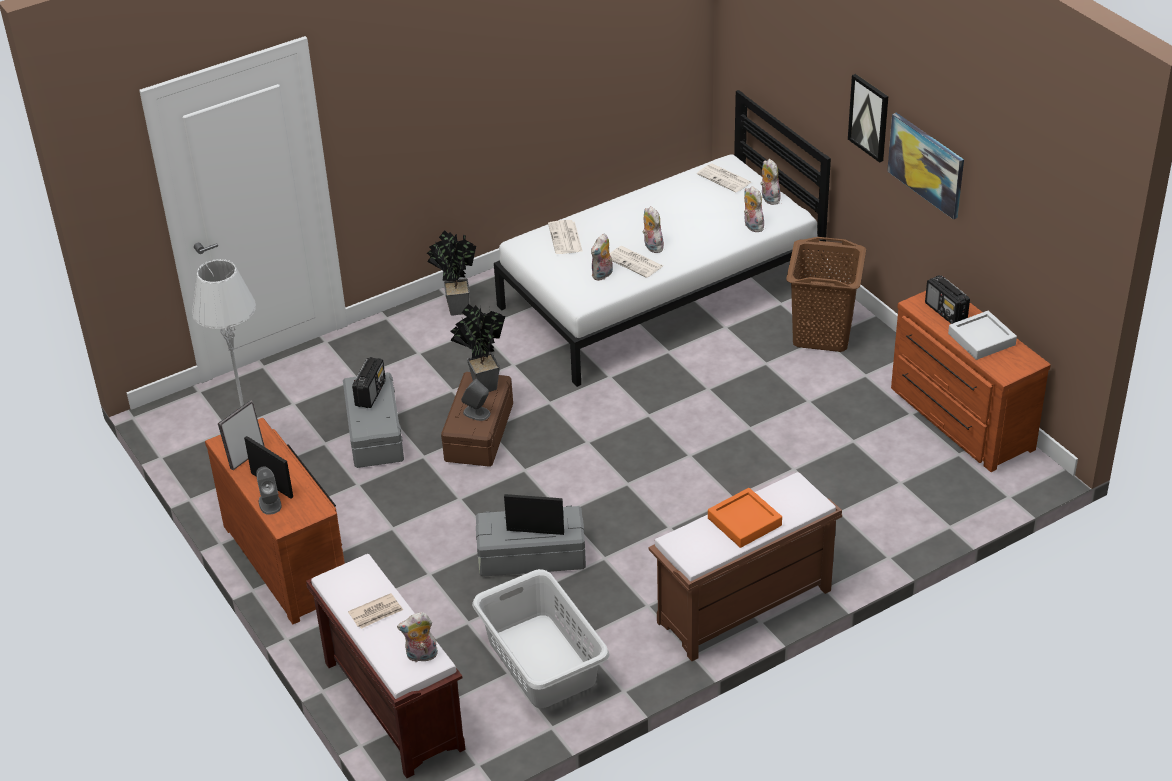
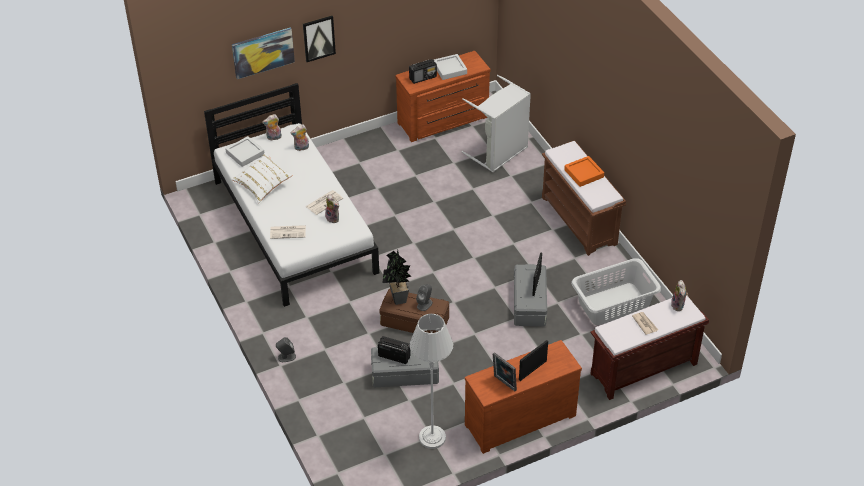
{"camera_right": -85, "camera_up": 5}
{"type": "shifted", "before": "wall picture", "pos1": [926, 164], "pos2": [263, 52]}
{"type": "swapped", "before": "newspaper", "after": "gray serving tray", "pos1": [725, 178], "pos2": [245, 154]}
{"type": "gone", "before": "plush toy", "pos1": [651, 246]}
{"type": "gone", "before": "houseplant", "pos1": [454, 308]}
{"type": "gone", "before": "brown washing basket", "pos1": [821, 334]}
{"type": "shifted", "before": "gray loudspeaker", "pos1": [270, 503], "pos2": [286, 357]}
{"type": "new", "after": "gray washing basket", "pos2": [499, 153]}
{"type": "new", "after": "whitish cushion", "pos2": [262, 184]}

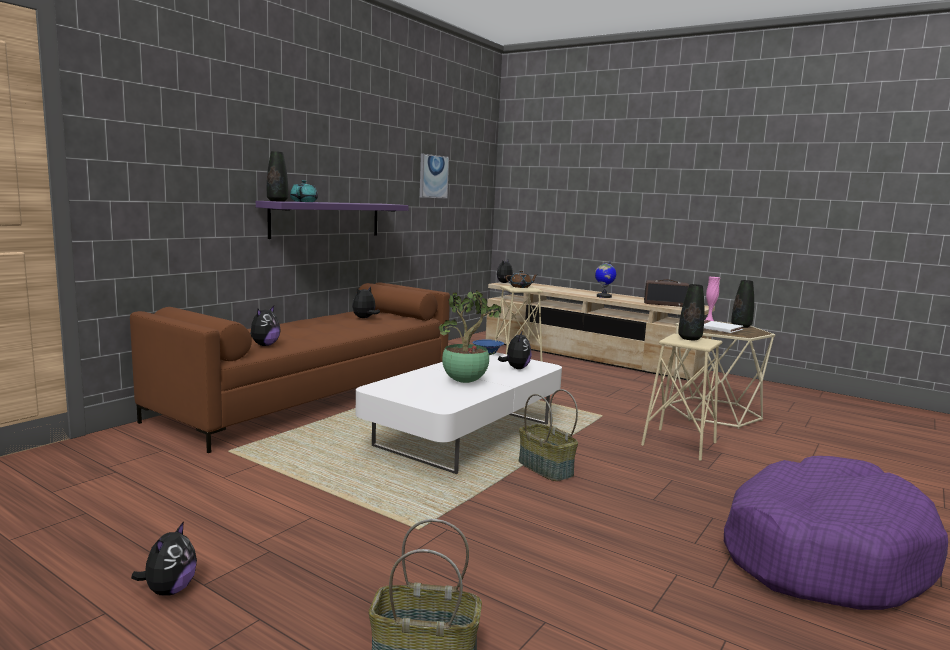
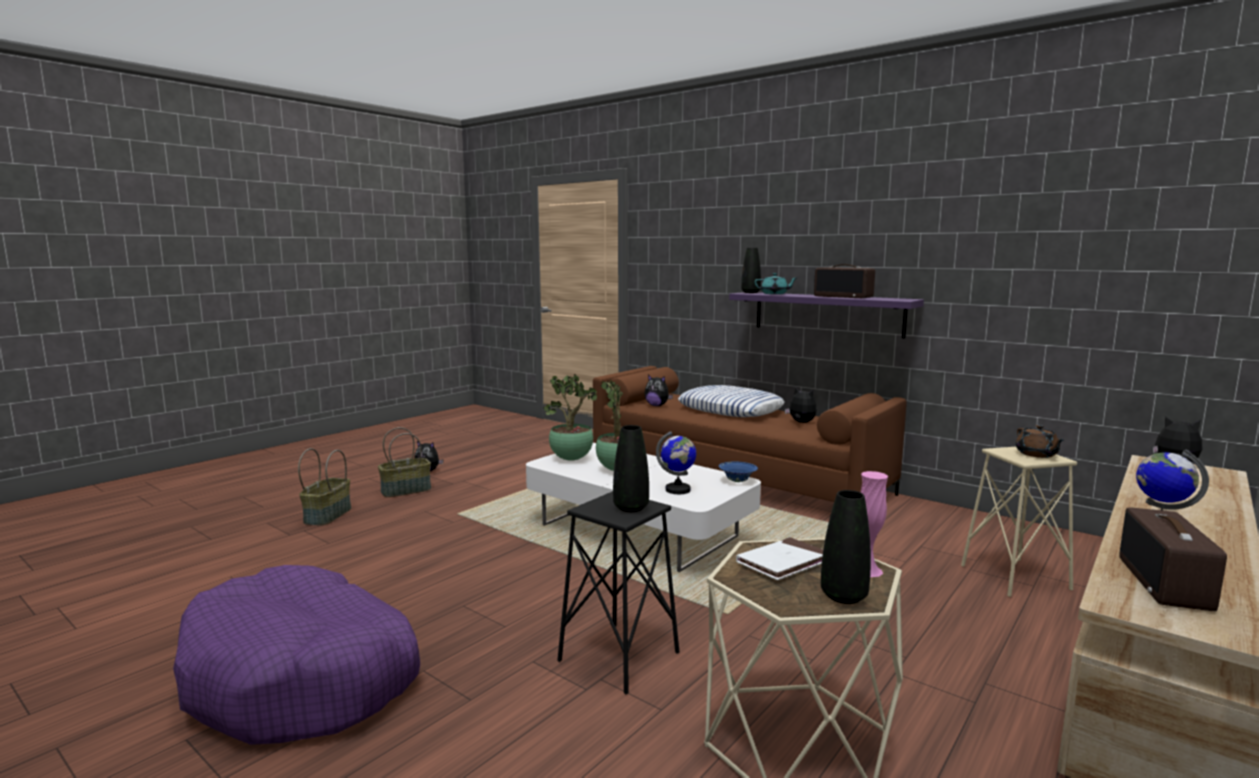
{"camera_right": 95, "camera_up": 0}
{"type": "gone", "before": "wall picture", "pos1": [433, 176]}
{"type": "swapped", "before": "plush toy", "after": "world globe", "pos1": [516, 368], "pos2": [678, 490]}
{"type": "repainted", "before": "beige-coloured stool", "after": "black stool", "pos1": [679, 444], "pos2": [619, 657]}
{"type": "shifted", "before": "storage basket", "pos1": [544, 468], "pos2": [406, 490]}
{"type": "new", "after": "radio", "pos2": [844, 296]}
{"type": "new", "after": "houseplant", "pos2": [572, 459]}
{"type": "new", "after": "cushion", "pos2": [730, 409]}

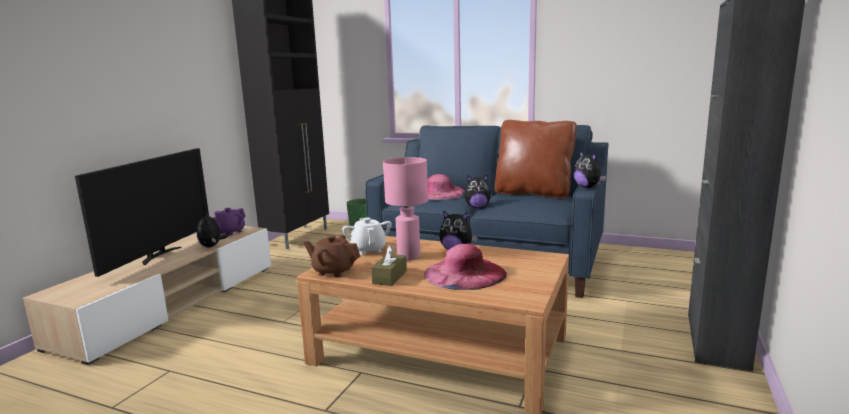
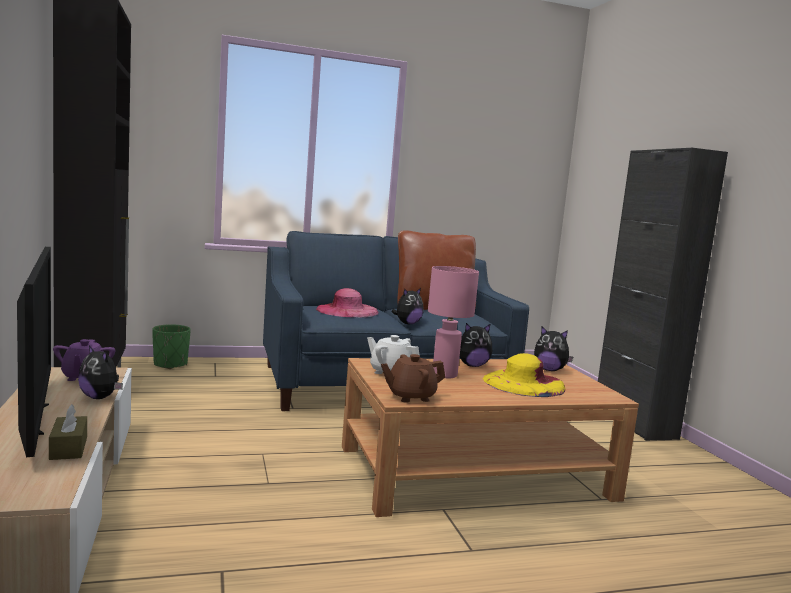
{"camera_right": -40, "camera_up": -5}
{"type": "shifted", "before": "plush toy", "pos1": [588, 187], "pos2": [549, 370]}
{"type": "repainted", "before": "pink clothing hat", "after": "yellow clothing hat", "pos1": [464, 273], "pos2": [524, 383]}
{"type": "shifted", "before": "brown box of tissues", "pos1": [390, 277], "pos2": [68, 448]}

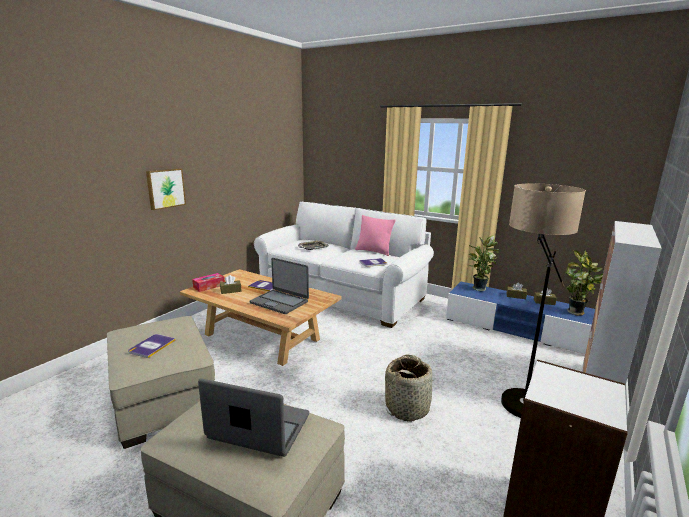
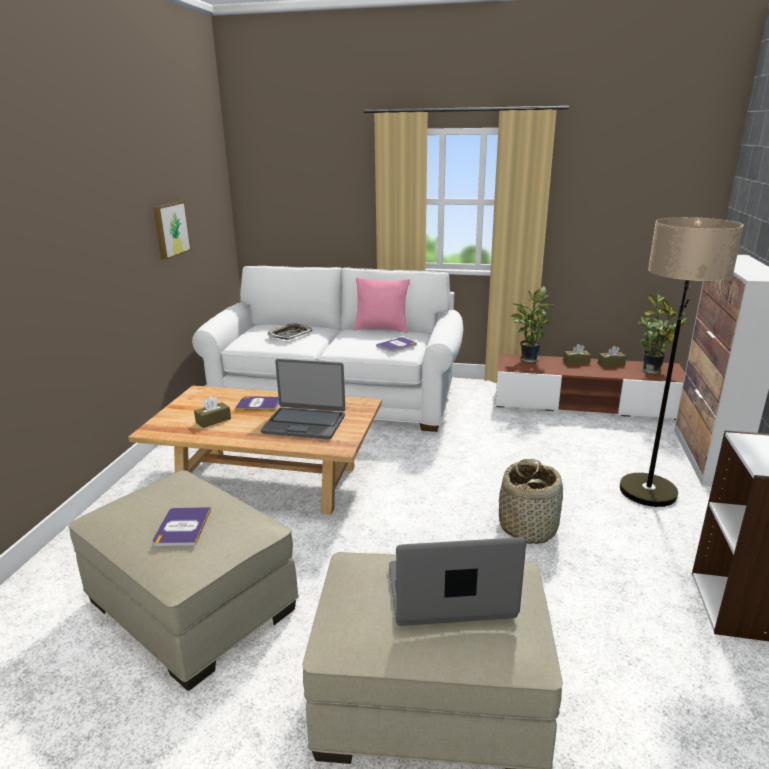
{"camera_right": -20, "camera_up": 5}
{"type": "shifted", "before": "wall picture", "pos1": [165, 188], "pos2": [170, 229]}
{"type": "gone", "before": "box of tissues", "pos1": [209, 286]}
{"type": "repainted", "before": "blue tv unit", "after": "brown tv unit", "pos1": [519, 329], "pos2": [584, 403]}

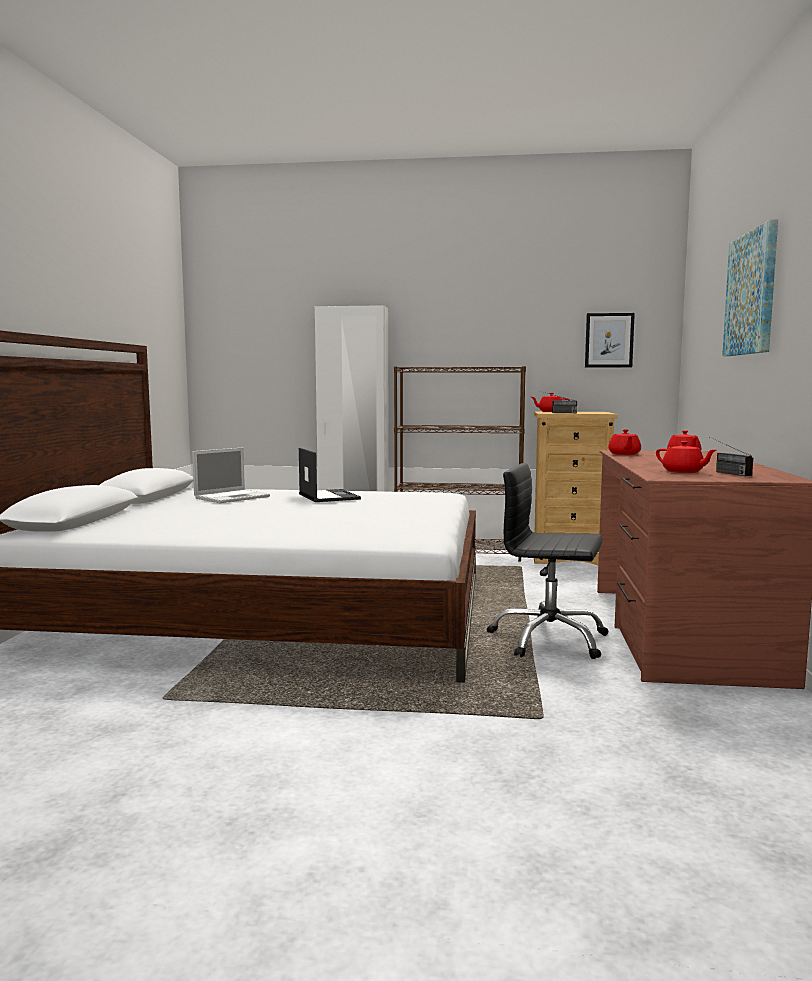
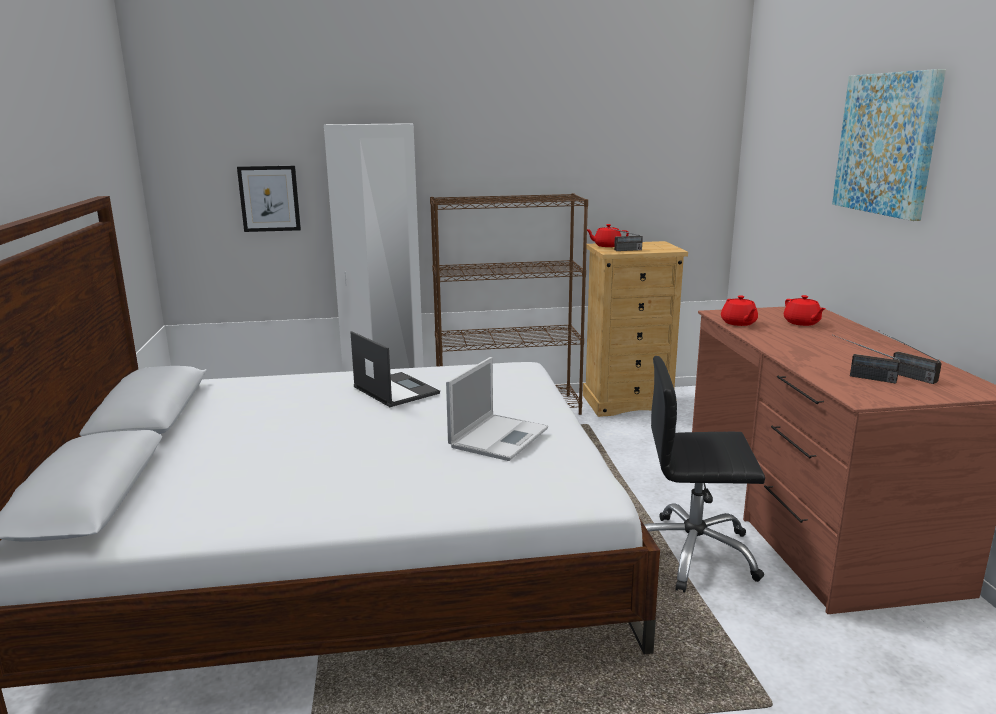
{"camera_right": -15, "camera_up": 10}
{"type": "shifted", "before": "wall picture", "pos1": [609, 340], "pos2": [269, 198]}
{"type": "swapped", "before": "reddish teapot", "after": "radio", "pos1": [683, 472], "pos2": [860, 376]}
{"type": "shifted", "before": "laptop", "pos1": [233, 497], "pos2": [499, 437]}

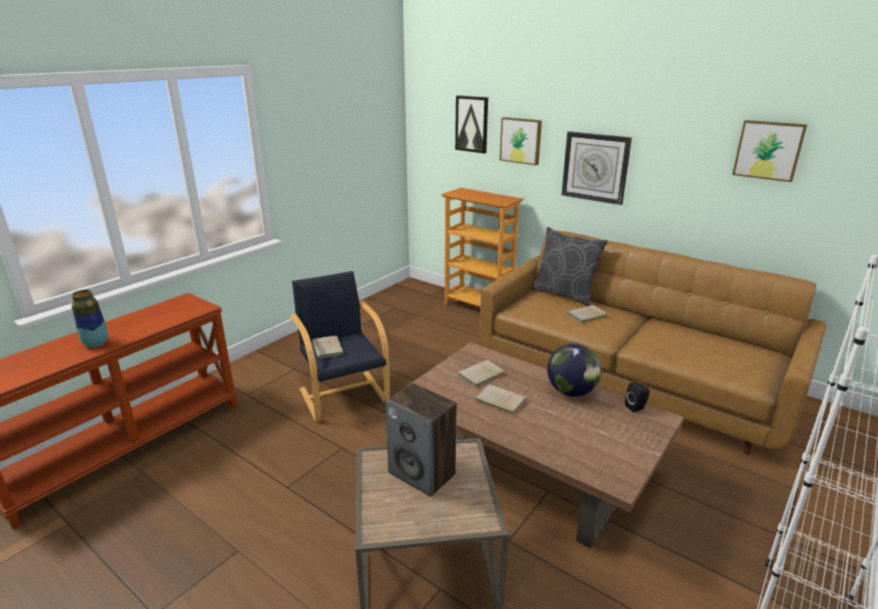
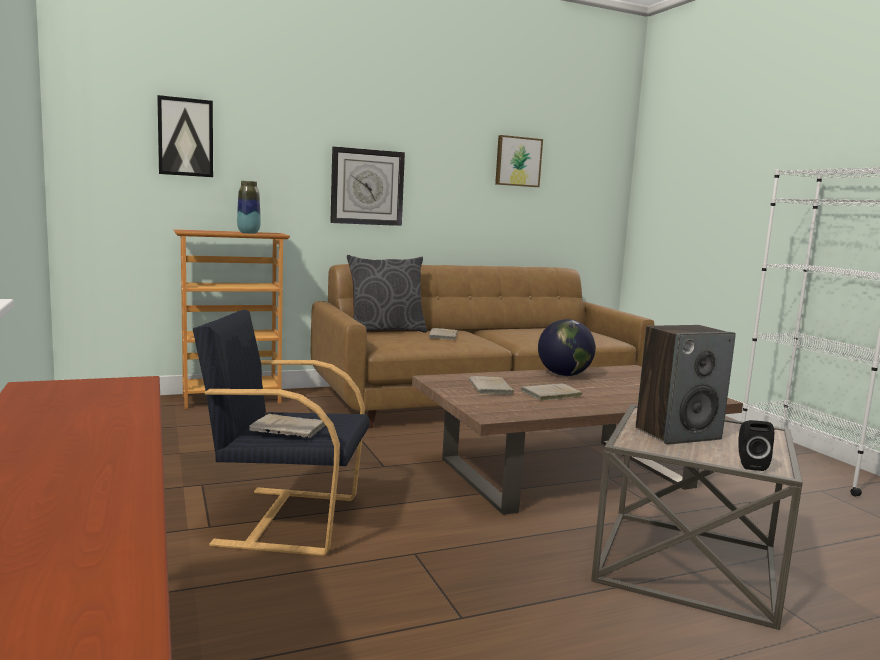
{"camera_right": -60, "camera_up": -15}
{"type": "gone", "before": "wall picture", "pos1": [521, 140]}
{"type": "shifted", "before": "decorative vase", "pos1": [96, 344], "pos2": [248, 233]}
{"type": "shifted", "before": "black loudspeaker", "pos1": [636, 407], "pos2": [750, 465]}

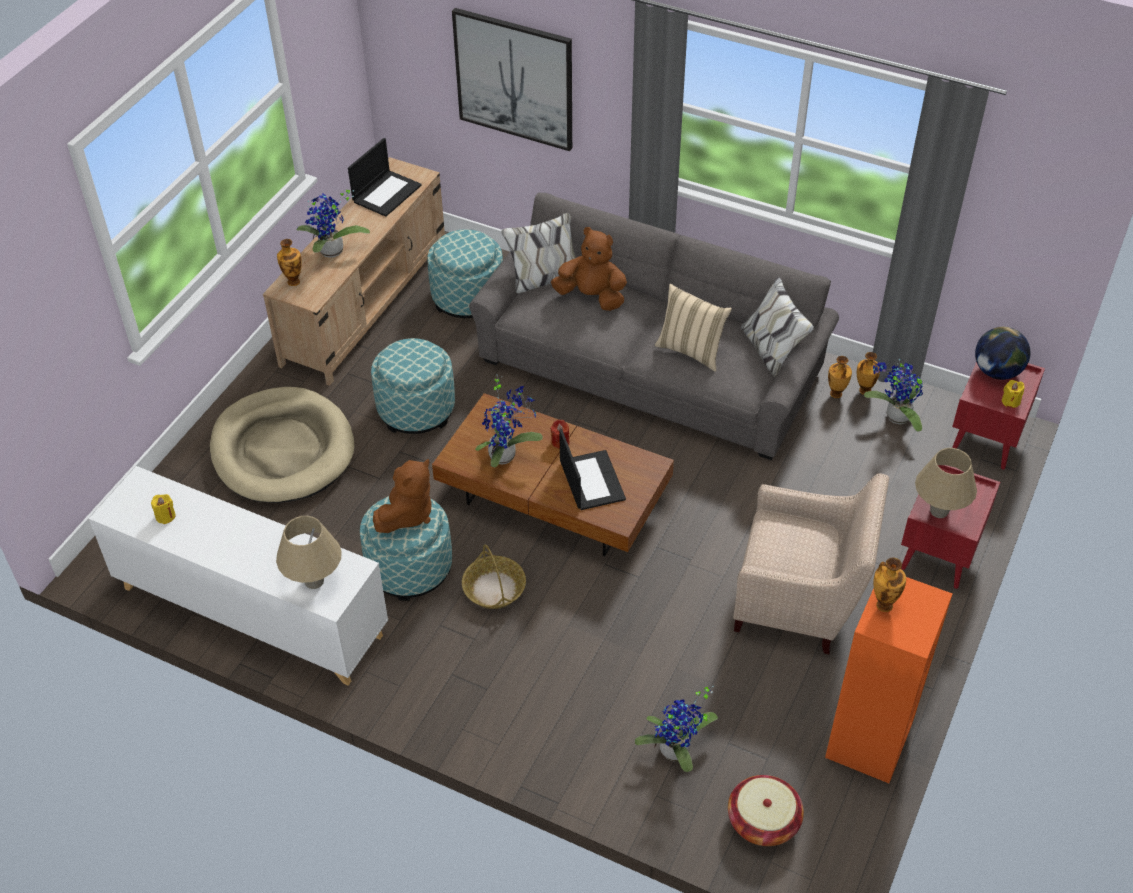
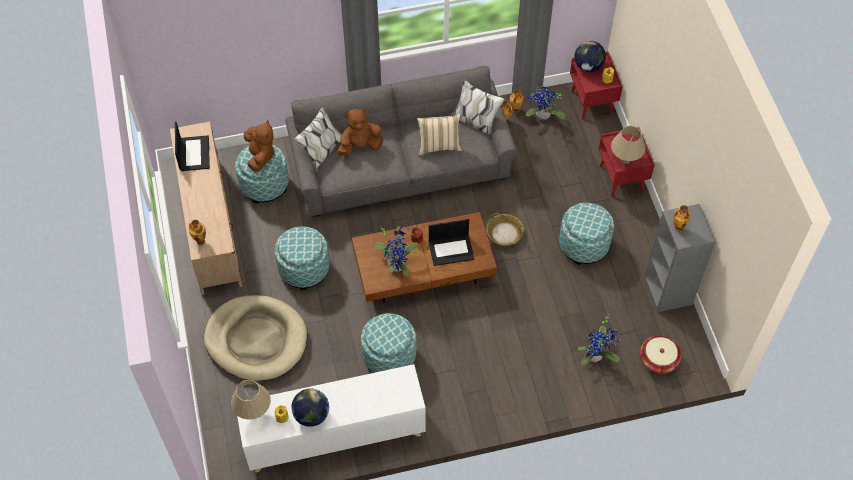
{"camera_right": -40, "camera_up": 10}
{"type": "gone", "before": "wall picture", "pos1": [514, 79]}
{"type": "gone", "before": "houseplant", "pos1": [332, 253]}
{"type": "rotated", "before": "laptop", "pos1": [591, 480], "pos2": [451, 249], "turn": 135}
{"type": "shifted", "before": "brown plush toy", "pos1": [407, 514], "pos2": [260, 155]}
{"type": "swapped", "before": "beige-coloured lounge chair", "after": "pouffe", "pos1": [800, 602], "pos2": [584, 244]}
{"type": "shifted", "before": "beige-coloured tabletop lamp", "pos1": [314, 581], "pos2": [253, 411]}
{"type": "shifted", "before": "storage basket", "pos1": [494, 588], "pos2": [504, 233]}
{"type": "repainted", "before": "orange bookcase", "after": "gray bookcase", "pos1": [870, 740], "pos2": [668, 290]}
{"type": "new", "after": "world globe", "pos2": [311, 415]}

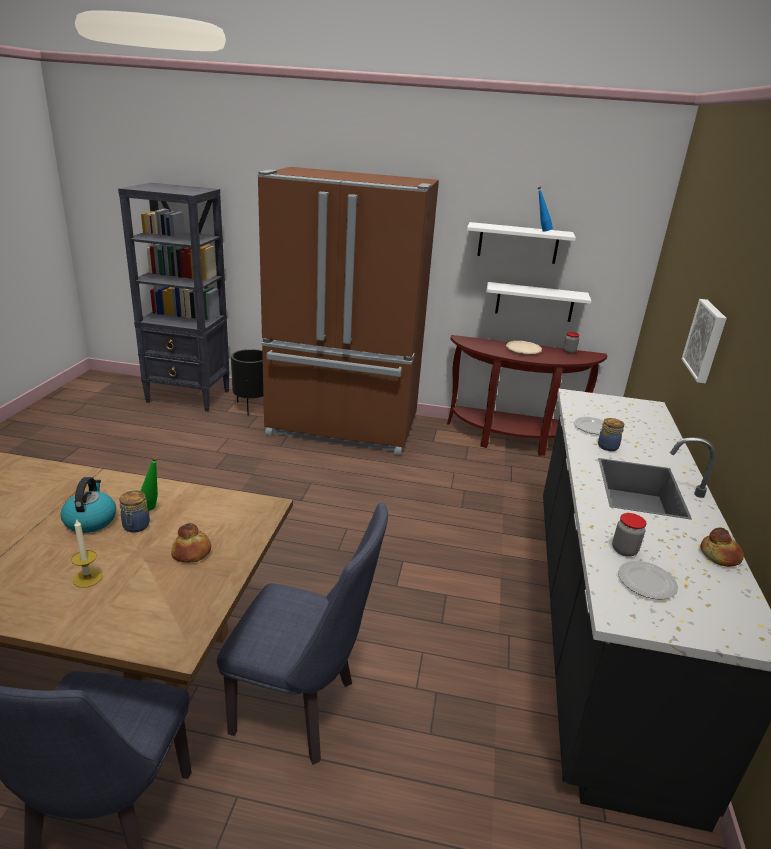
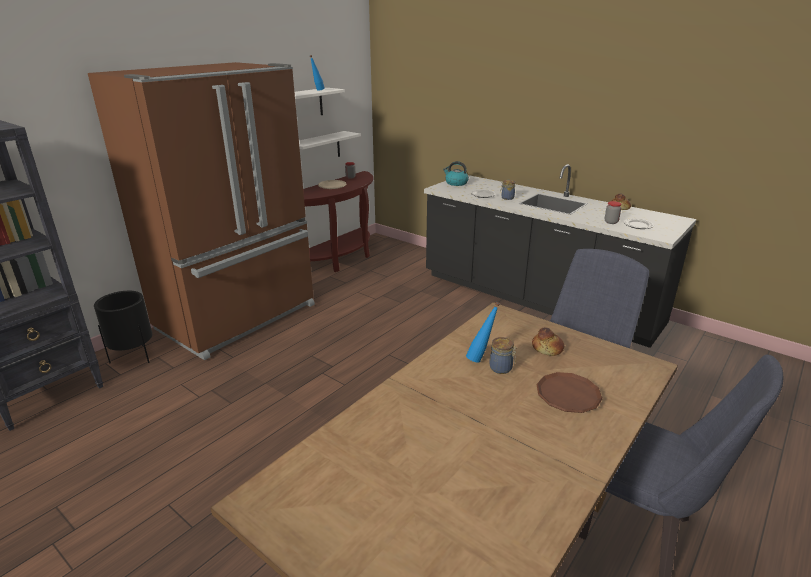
{"camera_right": -60, "camera_up": 0}
{"type": "gone", "before": "wall picture", "pos1": [706, 340]}
{"type": "repainted", "before": "green drink bottle", "after": "blue drink bottle", "pos1": [152, 511], "pos2": [481, 358]}
{"type": "shifted", "before": "water kettle", "pos1": [90, 520], "pos2": [456, 183]}
{"type": "swapped", "before": "wax candle", "after": "brown plate", "pos1": [87, 578], "pos2": [568, 396]}

